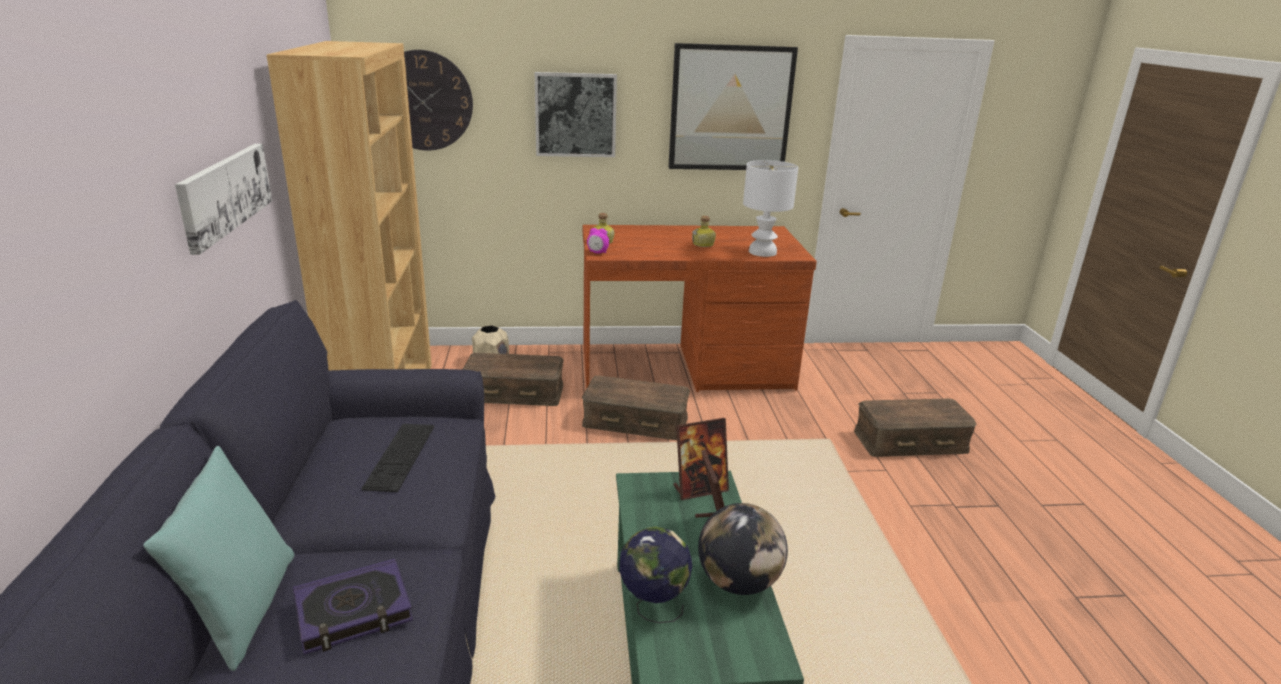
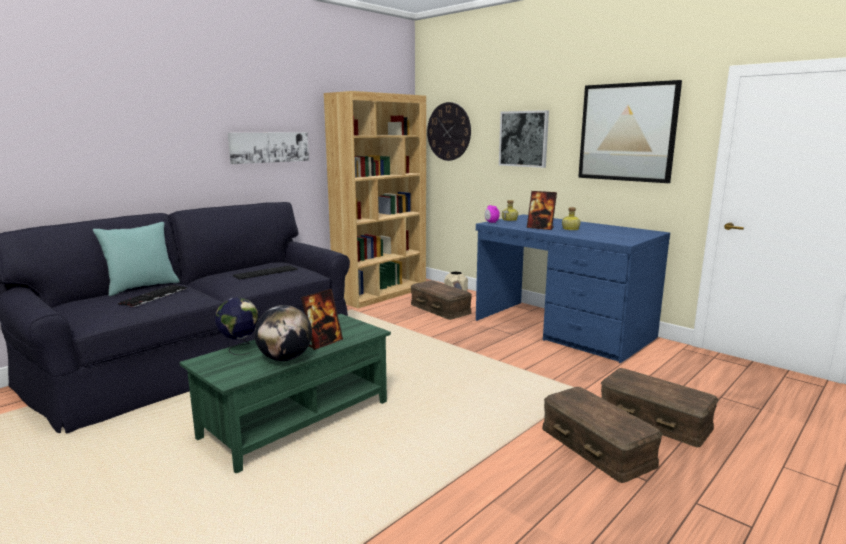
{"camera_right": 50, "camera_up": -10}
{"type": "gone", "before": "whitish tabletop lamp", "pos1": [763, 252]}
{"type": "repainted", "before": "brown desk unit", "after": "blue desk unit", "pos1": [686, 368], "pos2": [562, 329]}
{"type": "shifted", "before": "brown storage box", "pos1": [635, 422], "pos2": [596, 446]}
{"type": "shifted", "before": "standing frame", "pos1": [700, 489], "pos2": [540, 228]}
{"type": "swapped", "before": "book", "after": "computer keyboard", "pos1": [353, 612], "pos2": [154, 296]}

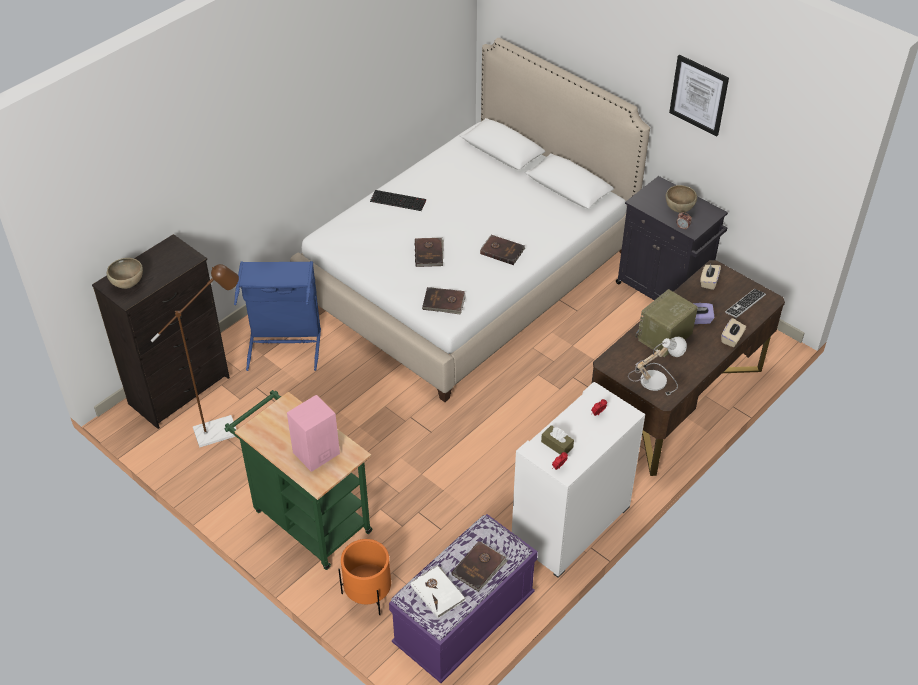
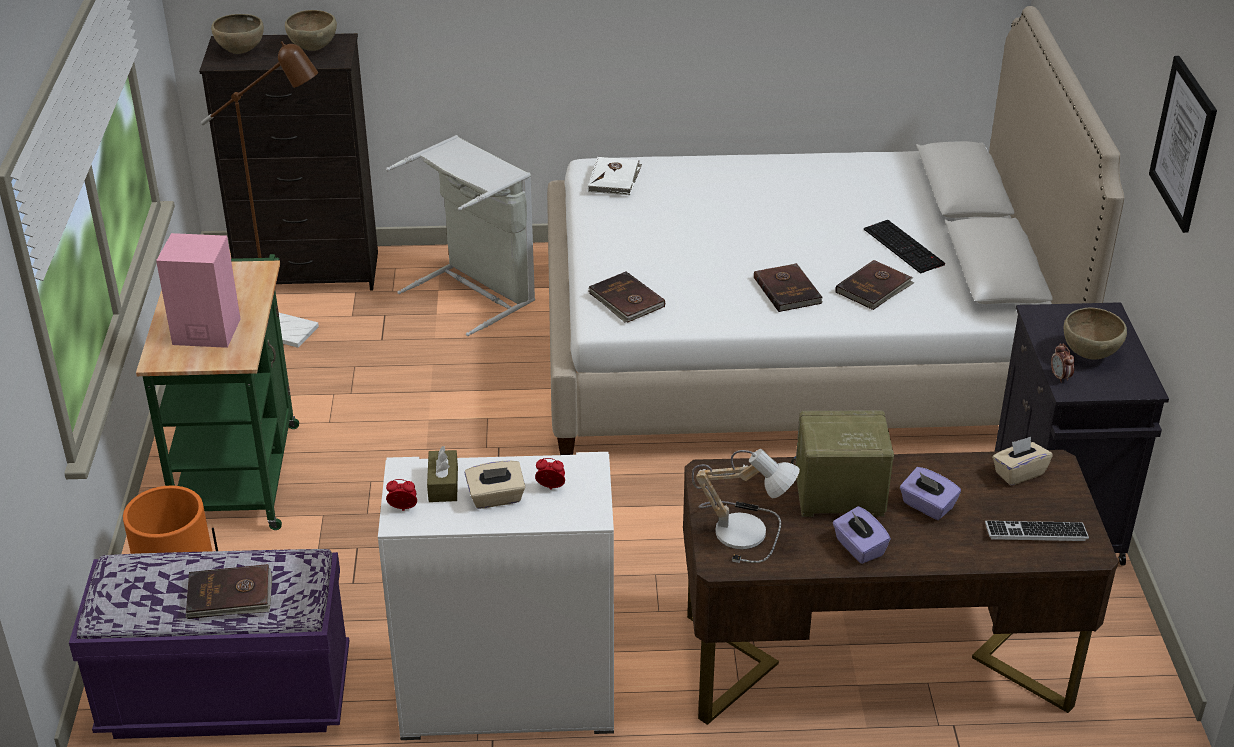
{"camera_right": 45, "camera_up": -10}
{"type": "shifted", "before": "computer keyboard", "pos1": [399, 200], "pos2": [905, 247]}
{"type": "shifted", "before": "brown book", "pos1": [429, 253], "pos2": [874, 288]}
{"type": "repainted", "before": "blue washing basket", "after": "gray washing basket", "pos1": [285, 343], "pos2": [477, 292]}
{"type": "shifted", "before": "beige-coloured box of tissues", "pos1": [732, 339], "pos2": [496, 498]}
{"type": "shifted", "before": "whitish book", "pos1": [438, 592], "pos2": [614, 178]}
{"type": "new", "after": "brown serving bowl", "pos2": [313, 48]}
{"type": "new", "after": "purple-coloured box of tissues", "pos2": [858, 548]}

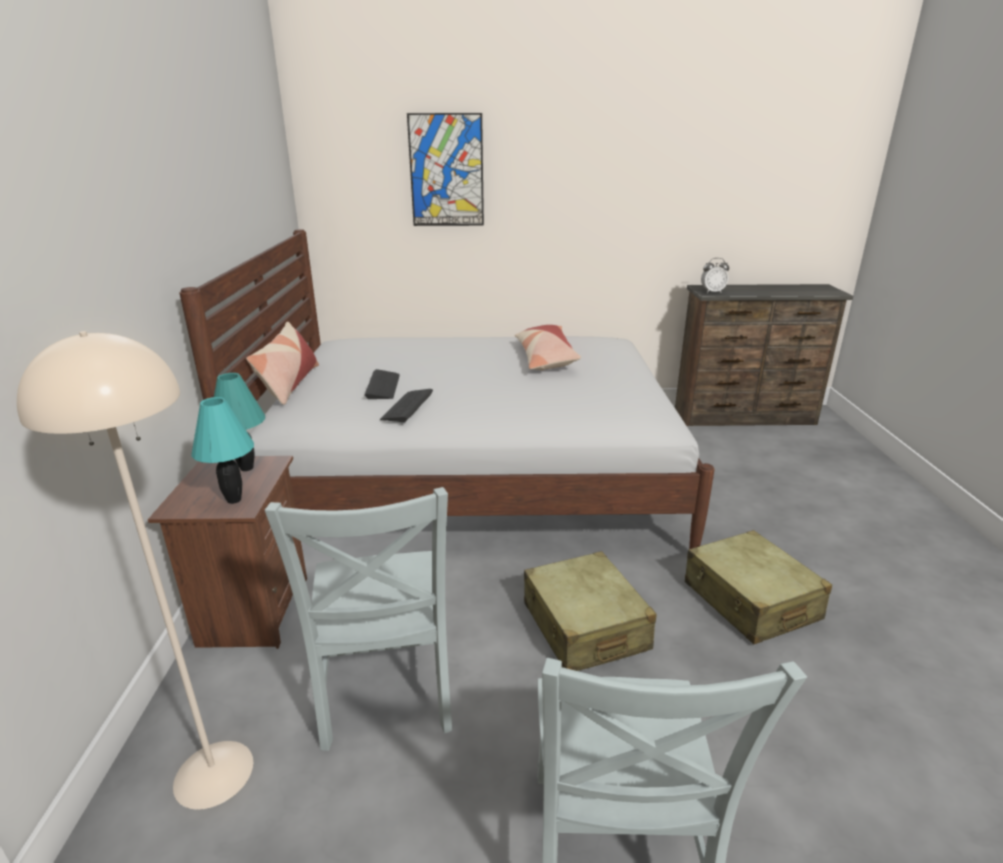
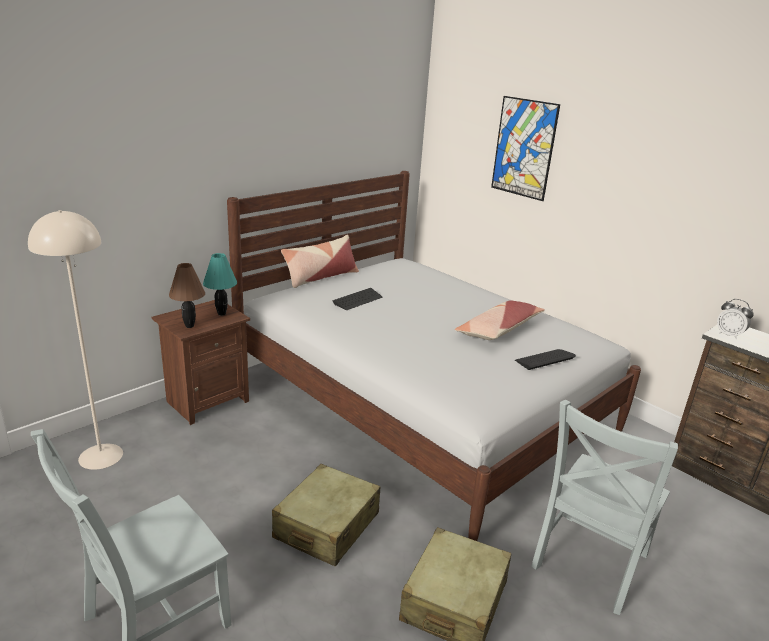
{"camera_right": 45, "camera_up": 0}
{"type": "shifted", "before": "computer keyboard", "pos1": [407, 406], "pos2": [544, 359]}
{"type": "repainted", "before": "blue-green tabletop lamp", "after": "brown tabletop lamp", "pos1": [233, 500], "pos2": [189, 326]}
{"type": "shifted", "before": "gray upright chair", "pos1": [385, 693], "pos2": [588, 564]}

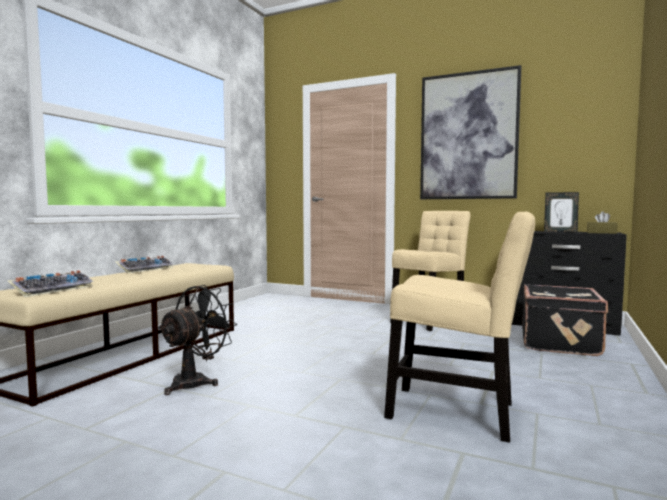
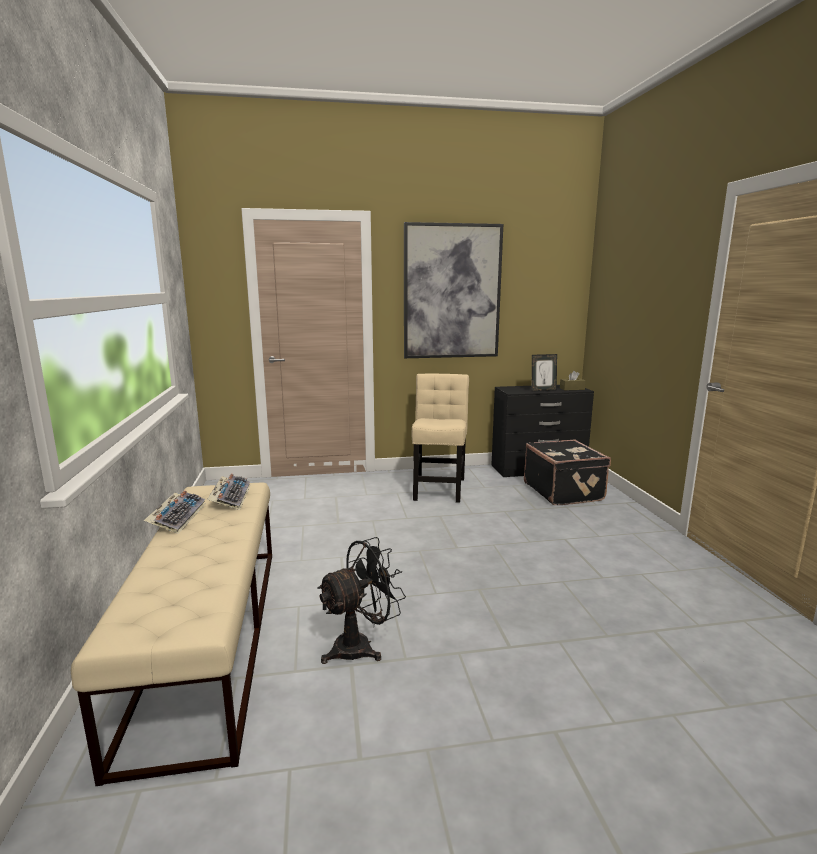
{"camera_right": -35, "camera_up": 10}
{"type": "gone", "before": "beige-coloured upright chair", "pos1": [458, 412]}
{"type": "shifted", "before": "computer keyboard", "pos1": [53, 289], "pos2": [230, 497]}
{"type": "rotated", "before": "black fan", "pos1": [196, 381], "pos2": [361, 646], "turn": 60}

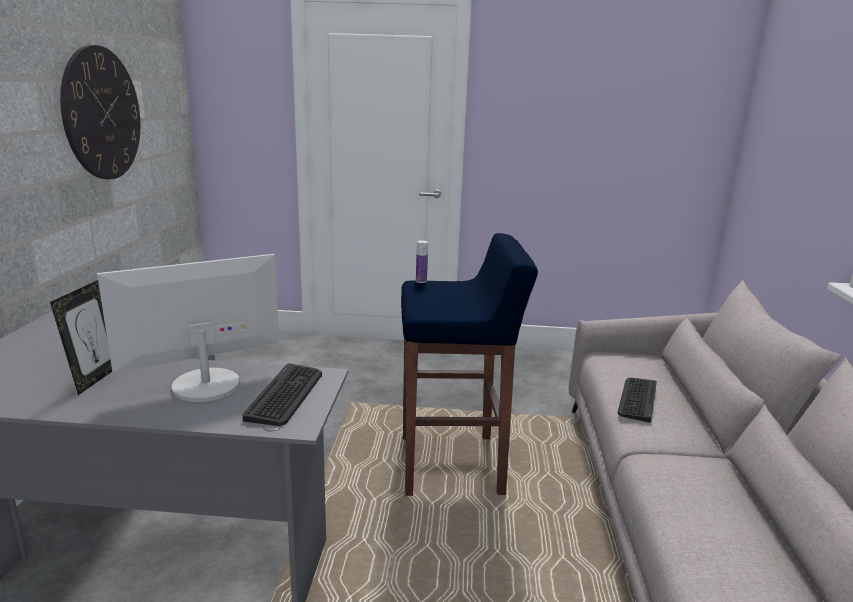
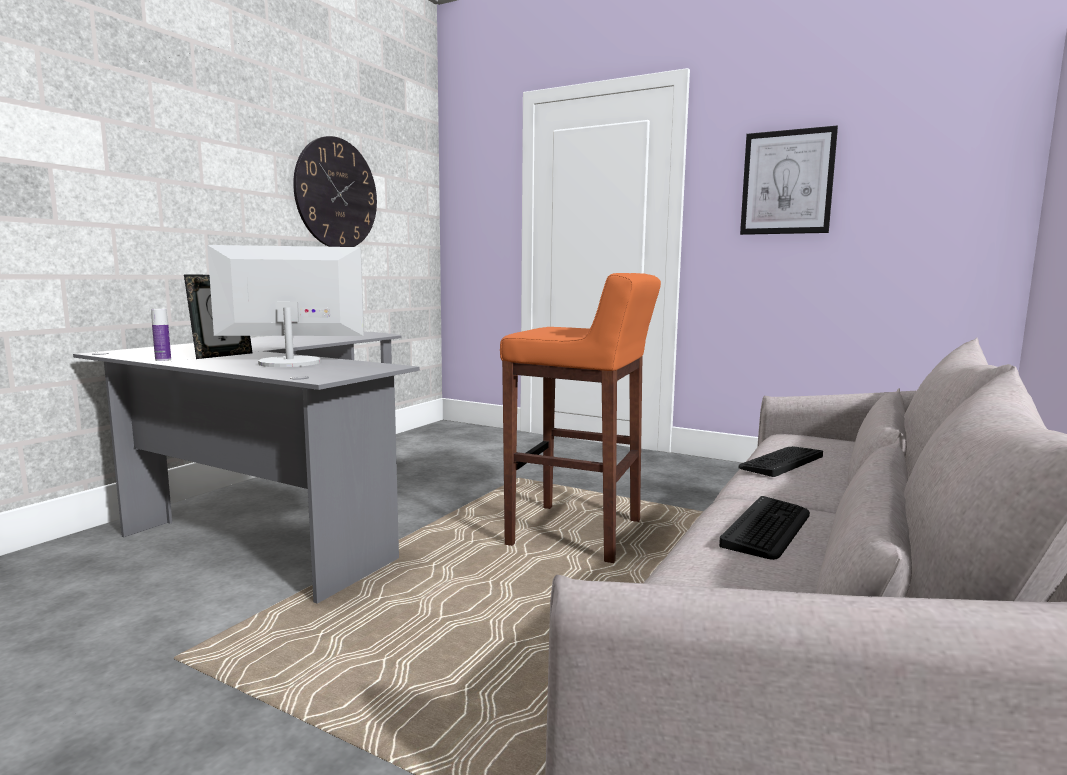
{"camera_right": 25, "camera_up": -10}
{"type": "repainted", "before": "blue stool", "after": "orange stool", "pos1": [453, 465], "pos2": [578, 533]}
{"type": "shifted", "before": "drink bottle", "pos1": [421, 281], "pos2": [163, 360]}
{"type": "shifted", "before": "computer keyboard", "pos1": [286, 395], "pos2": [767, 528]}
{"type": "new", "after": "wall picture", "pos2": [787, 182]}

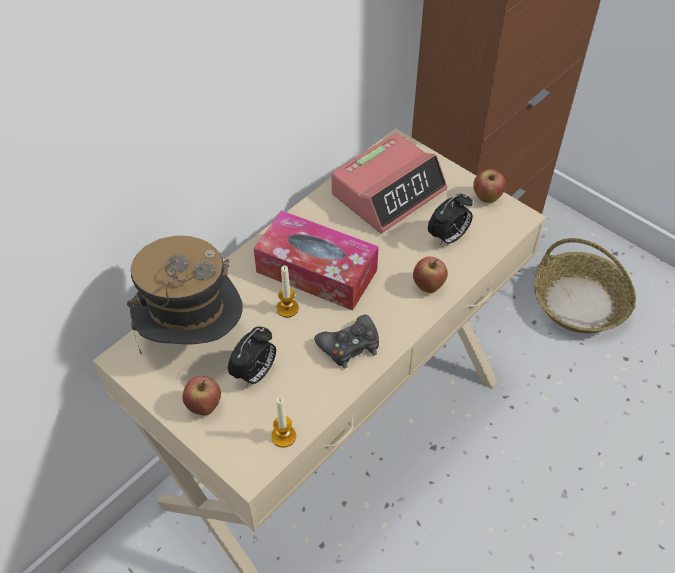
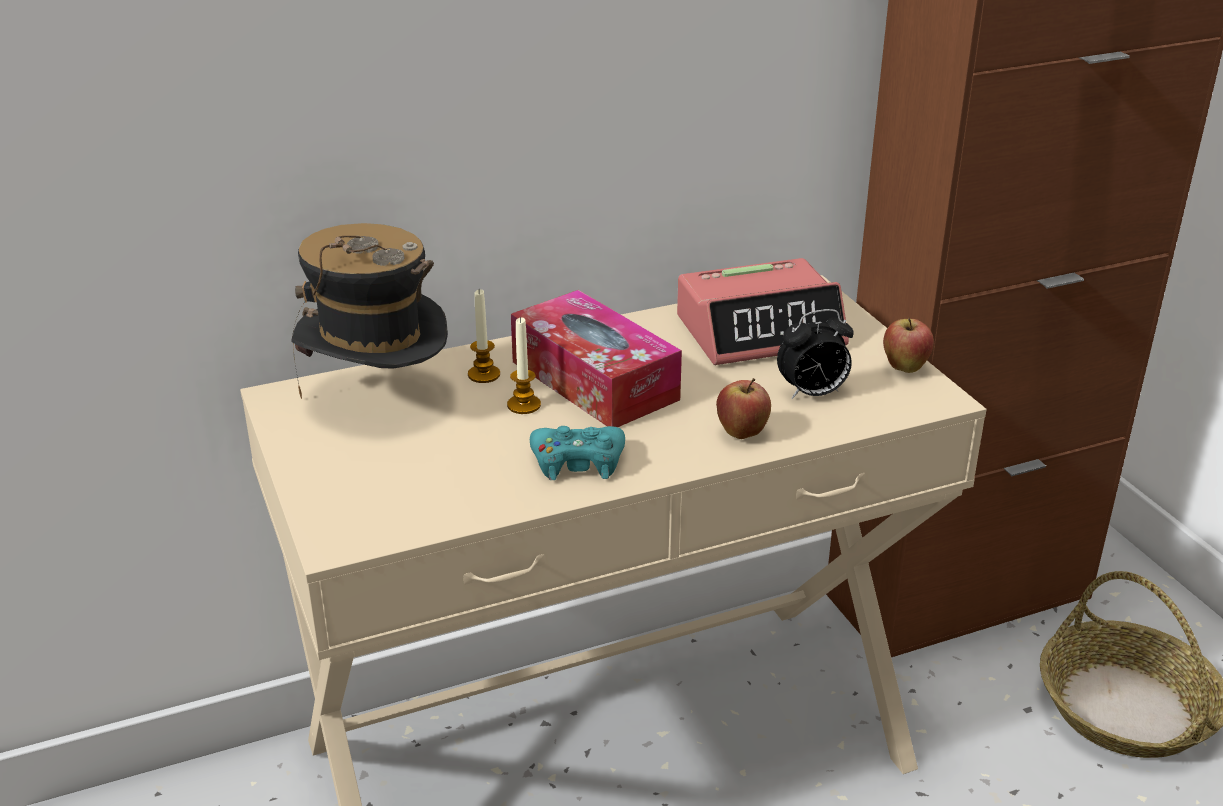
{"camera_right": 25, "camera_up": -20}
{"type": "repainted", "before": "black game controller", "after": "blue-green game controller", "pos1": [350, 346], "pos2": [578, 462]}
{"type": "gone", "before": "alarm clock", "pos1": [255, 374]}
{"type": "gone", "before": "whole apple", "pos1": [204, 406]}
{"type": "shifted", "before": "wax candle", "pos1": [283, 436], "pos2": [484, 375]}

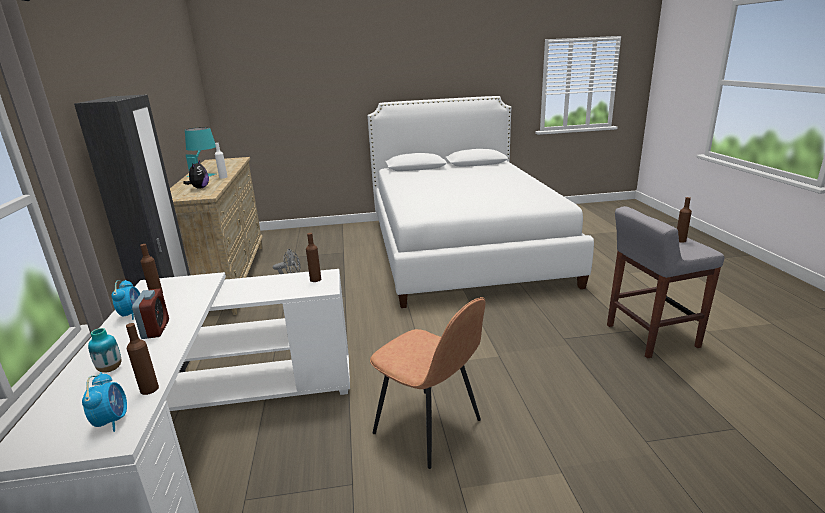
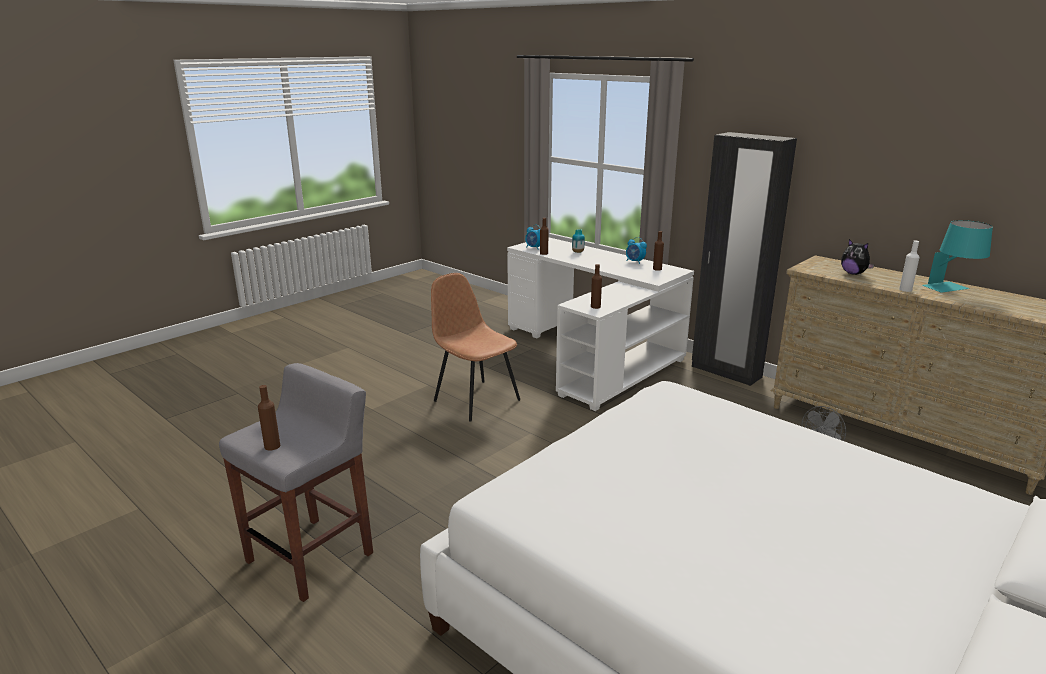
{"camera_right": 140, "camera_up": 0}
{"type": "gone", "before": "alarm clock", "pos1": [156, 329]}
{"type": "rotated", "before": "brown upright chair", "pos1": [429, 428], "pos2": [475, 399], "turn": 45}

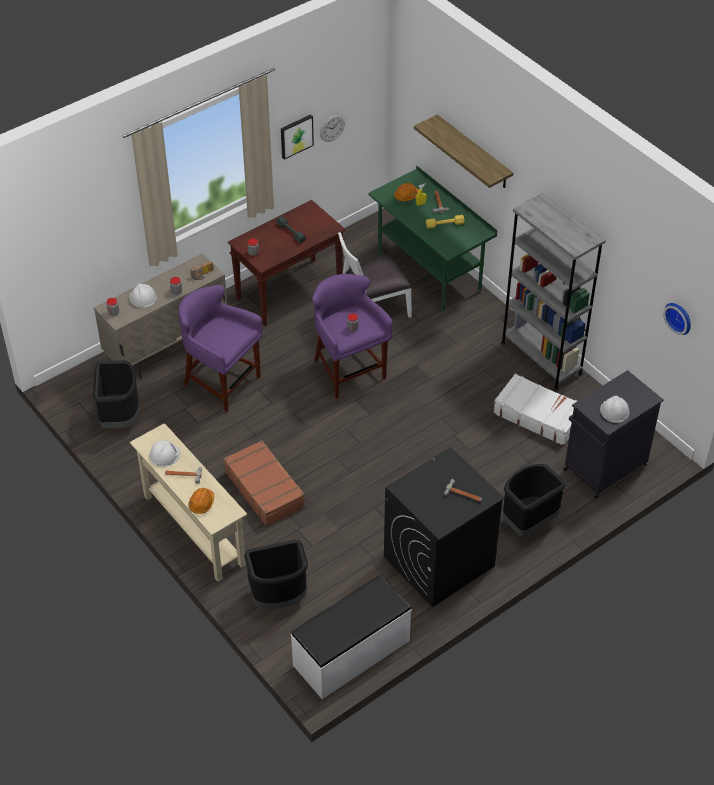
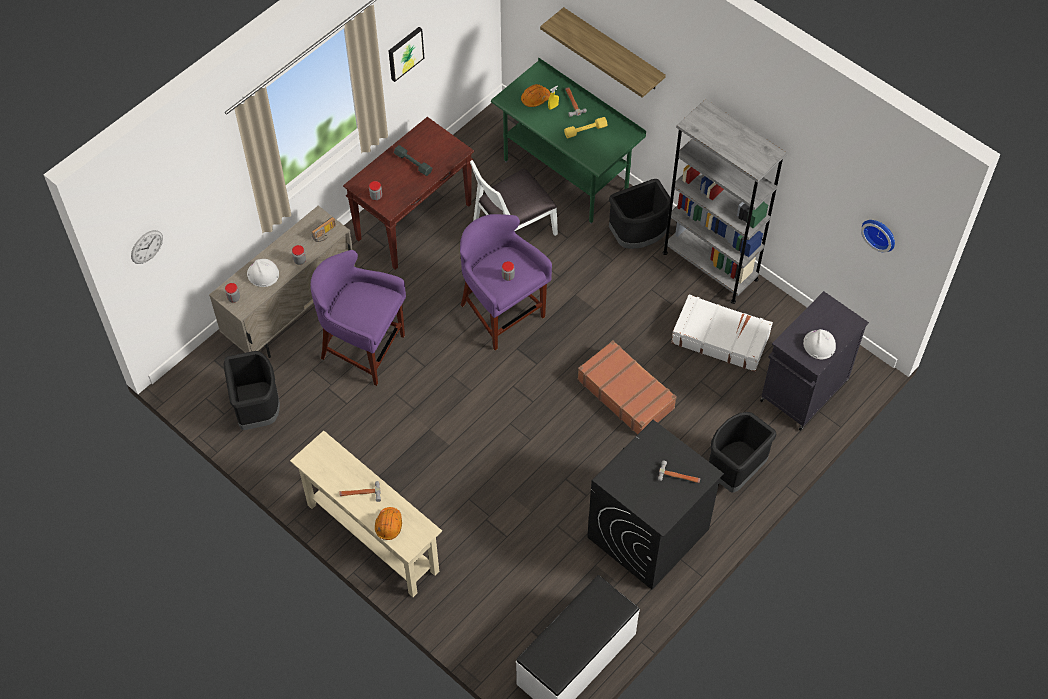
{"camera_right": -10, "camera_up": 10}
{"type": "shifted", "before": "clock on the wall", "pos1": [332, 128], "pos2": [146, 247]}
{"type": "gone", "before": "whitish hard hat", "pos1": [164, 455]}
{"type": "shifted", "before": "brown piece of luggage", "pos1": [265, 489], "pos2": [626, 393]}
{"type": "shifted", "before": "black waste bin", "pos1": [279, 597], "pos2": [638, 237]}

